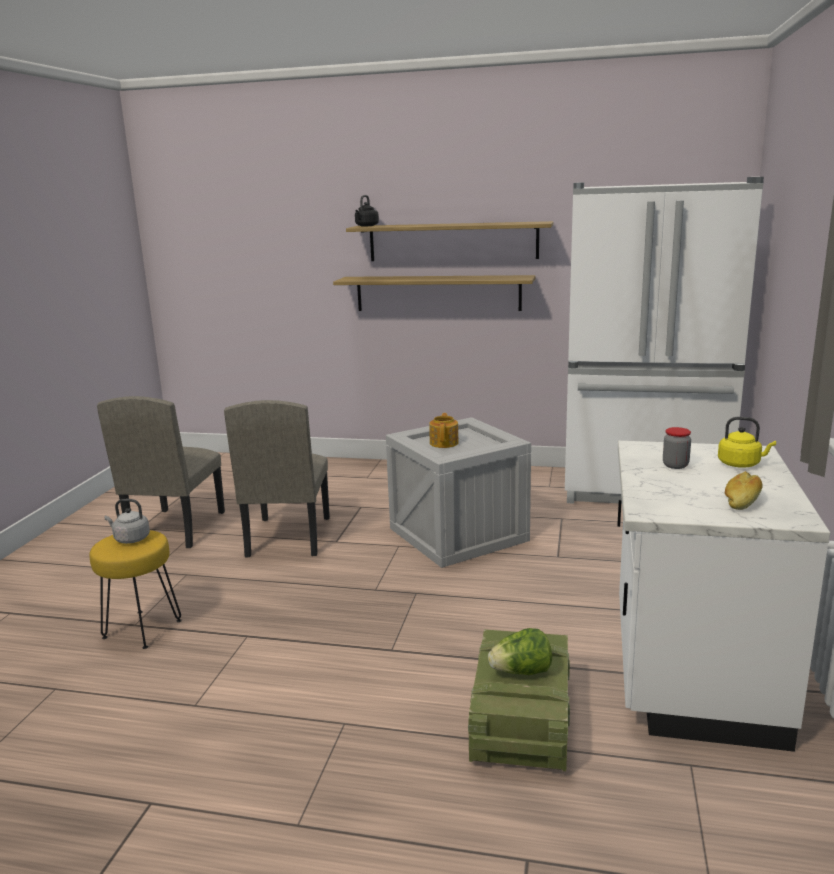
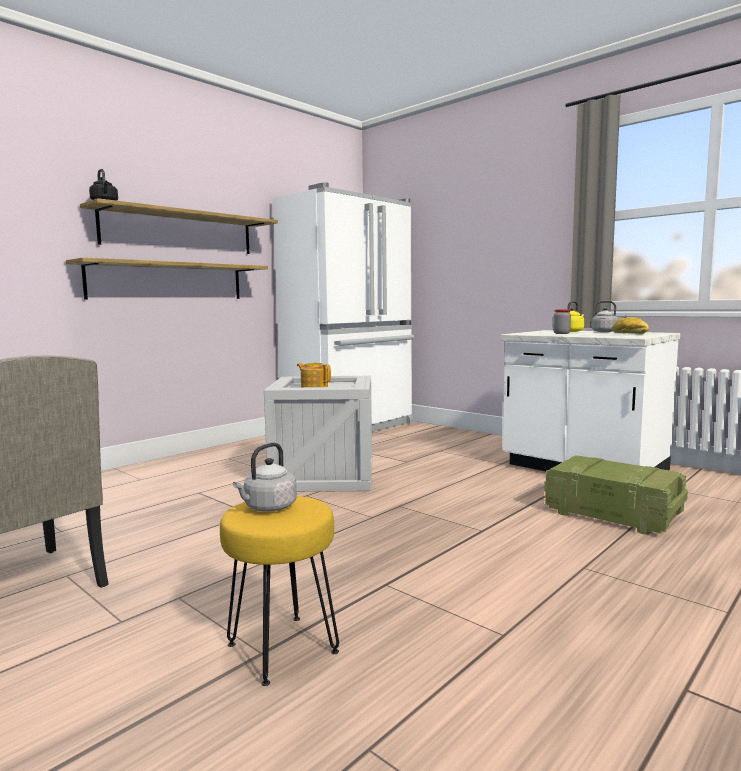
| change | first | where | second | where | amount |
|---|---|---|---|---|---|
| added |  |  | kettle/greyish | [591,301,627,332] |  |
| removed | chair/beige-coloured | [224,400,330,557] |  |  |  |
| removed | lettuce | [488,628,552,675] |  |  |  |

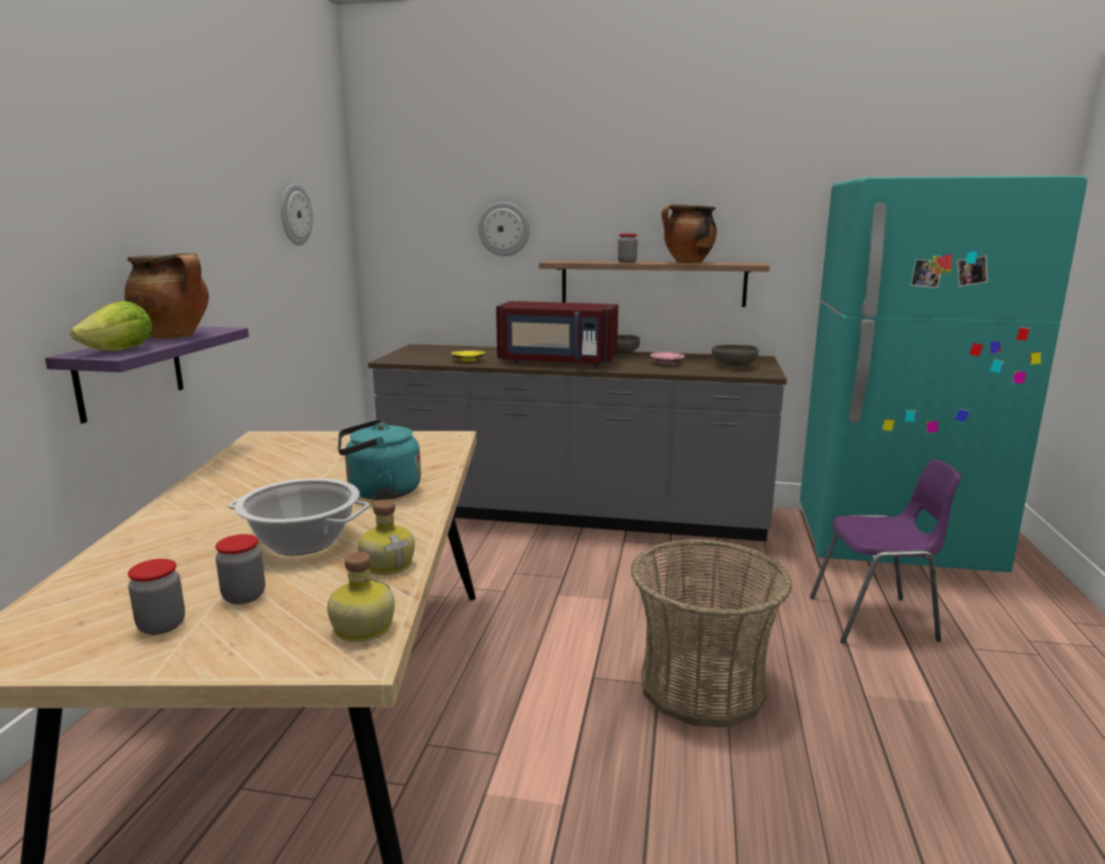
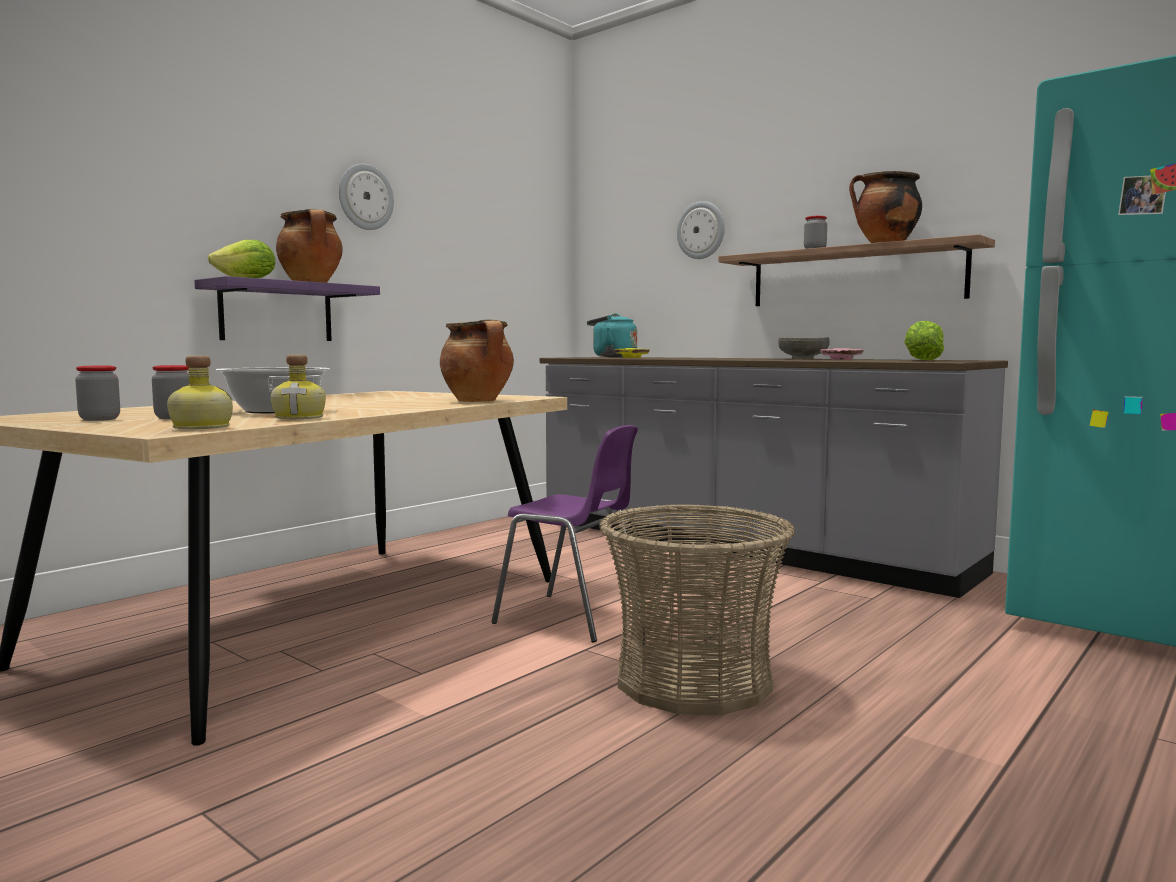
| change | first | where | second | where | amount |
|---|---|---|---|---|---|
| moved | wall clock | [281,184,313,246] |  | [339,164,394,230] |  |
| added |  |  | stockpot | [440,319,514,402] |  |
| moved | chair/purple-coloured | [810,459,962,644] |  | [491,425,641,642] |  |
| moved | kettle/blue-green | [338,419,421,500] |  | [587,313,637,357] |  |
| replaced | bowl/greyish | [712,344,759,368] | lettuce | [904,321,944,361] |  |
| removed | kitchen microwave/reddish | [496,301,618,367] |  |  |  |

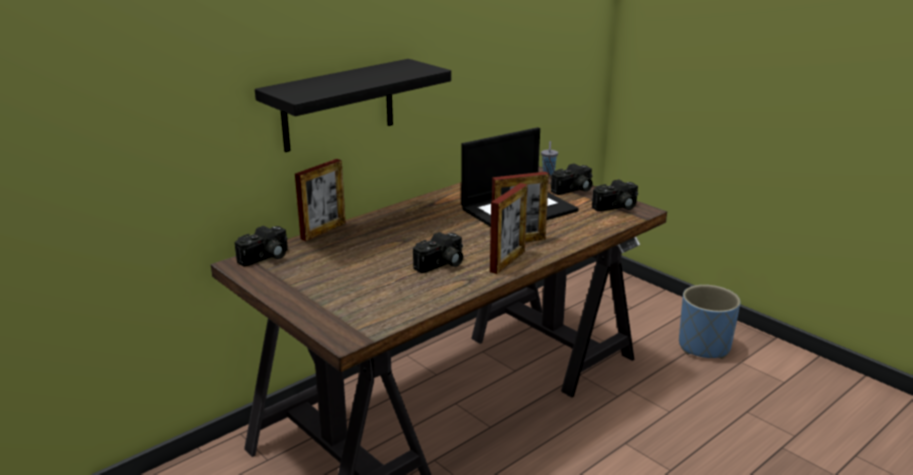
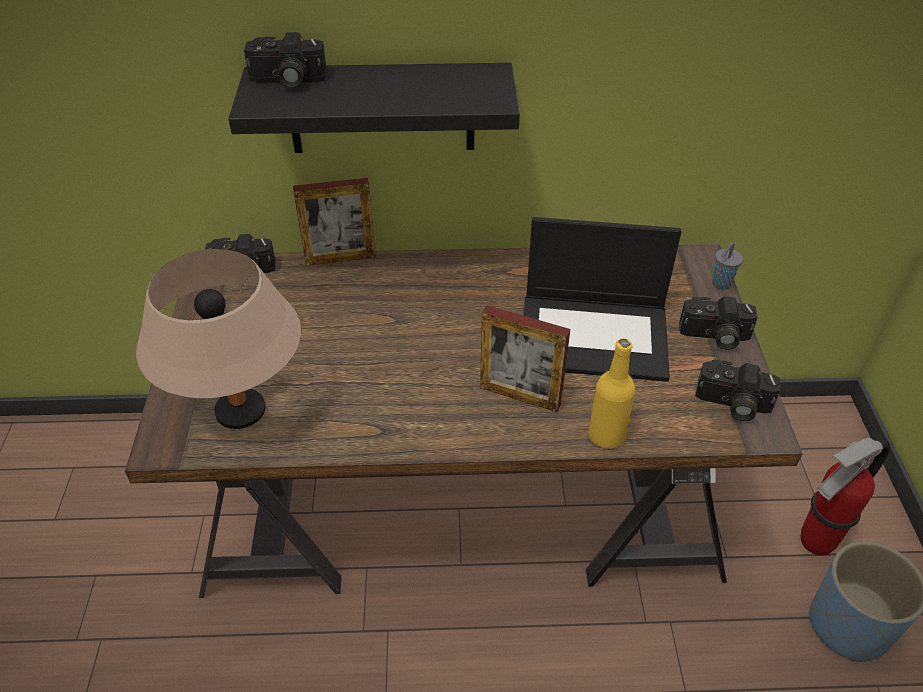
| change | first | where | second | where | amount |
|---|---|---|---|---|---|
| added |  |  | tabletop lamp/beige-coloured | [136,249,301,429] |  |
| moved | still camera | [413,232,463,273] |  | [244,32,327,88] |  |
| added |  |  | bottle/yellow | [589,338,635,449] |  |
| added |  |  | extinguisher | [801,437,890,556] |  |
| removed | photo frame | [490,183,528,274] |  |  |  |

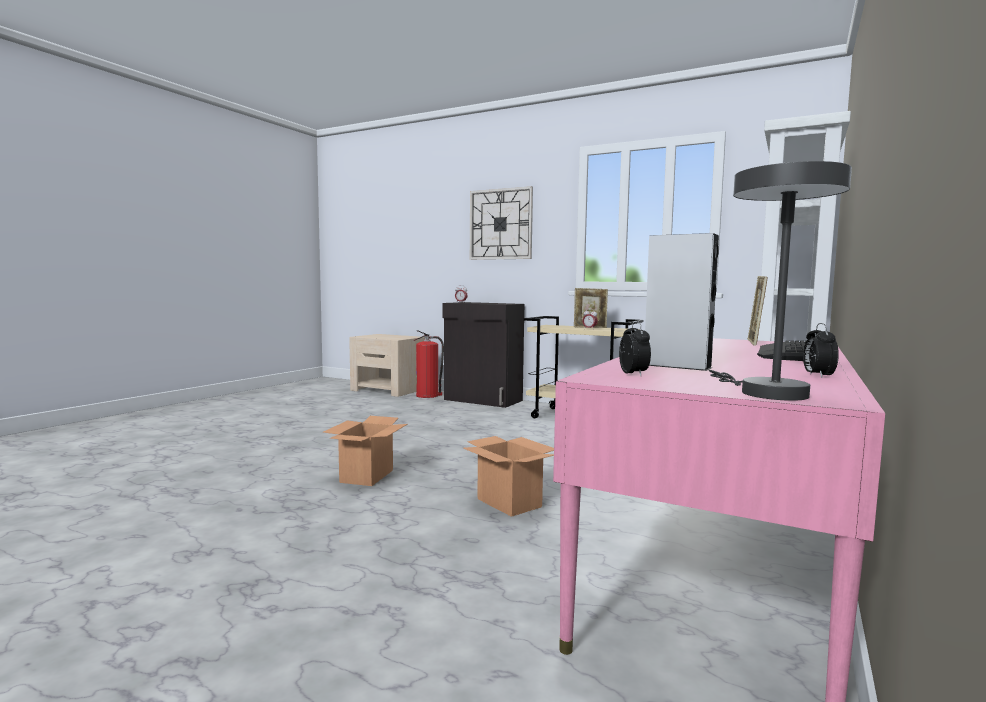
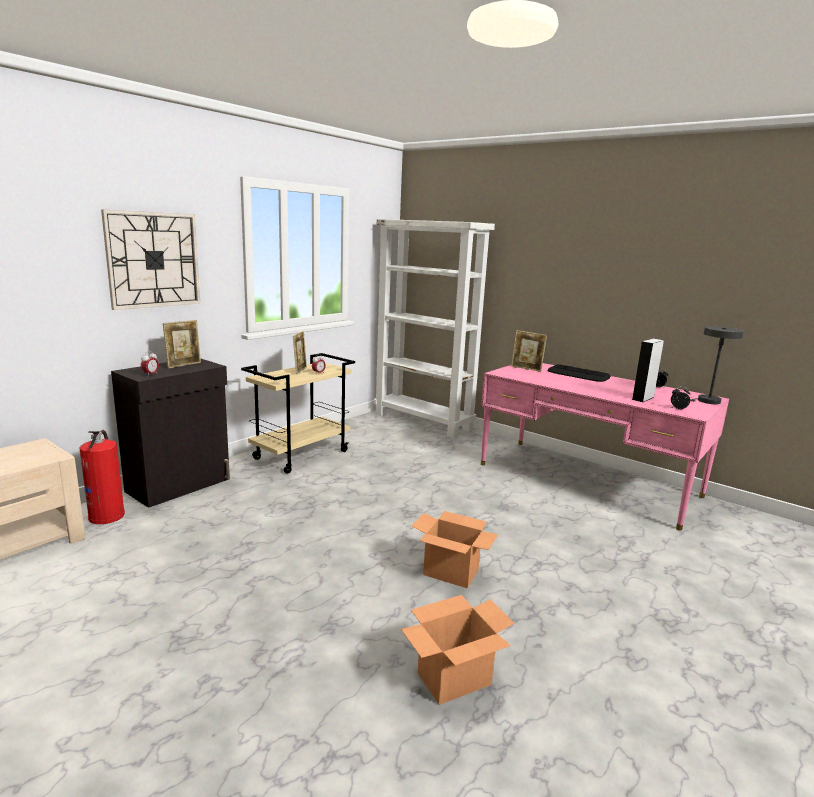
| change | first | where | second | where | amount |
|---|---|---|---|---|---|
| added |  |  | photo frame | [163,320,201,369] |  |
| moved | cardboard box | [463,436,554,517] |  | [401,595,515,705] |  |

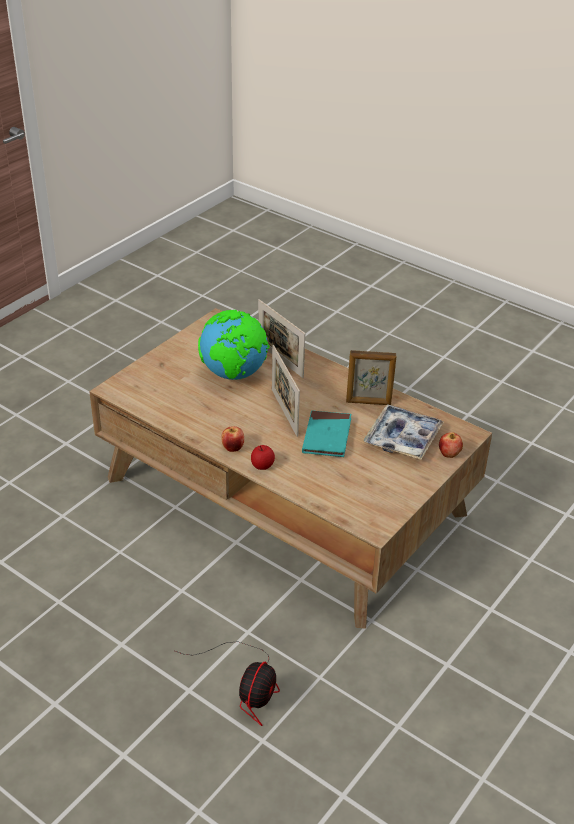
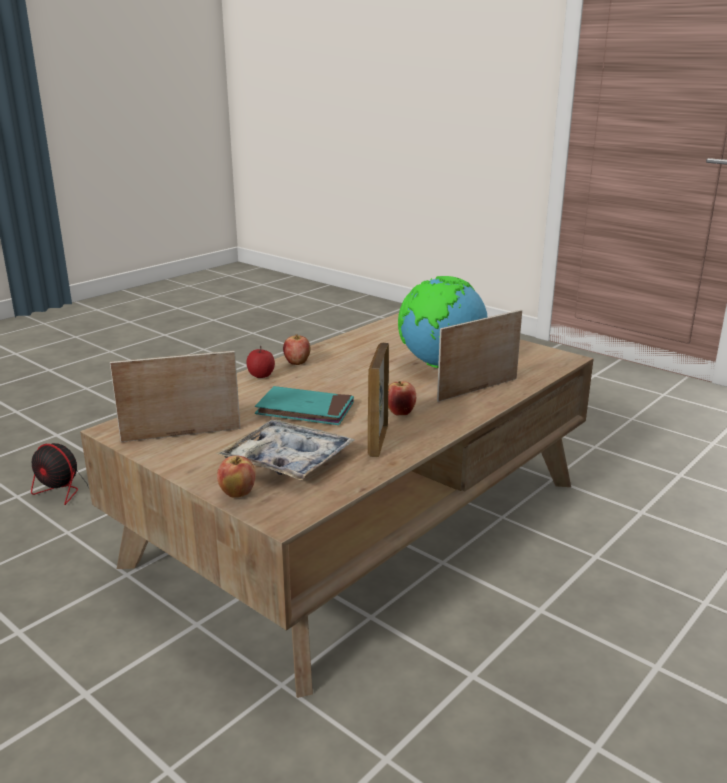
| change | first | where | second | where | amount |
|---|---|---|---|---|---|
| moved | photo frame | [272,345,300,437] |  | [110,351,240,442] |  |
| added |  |  | whole apple | [388,381,416,416] |  |

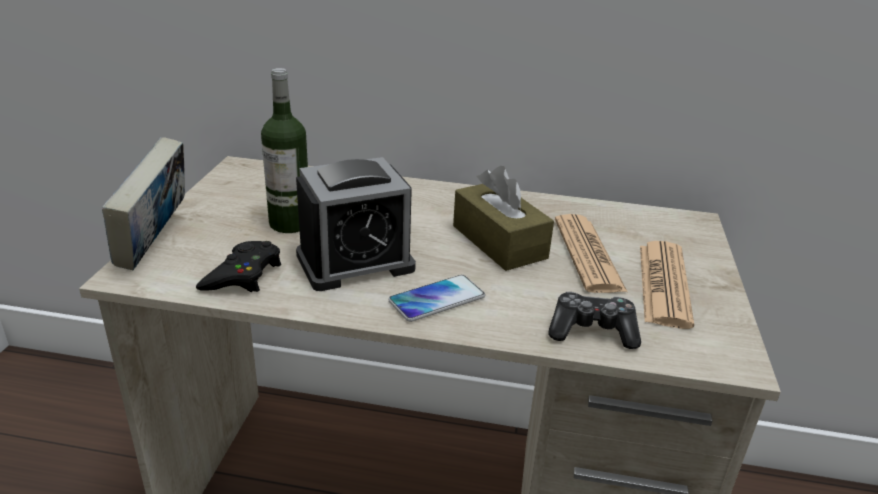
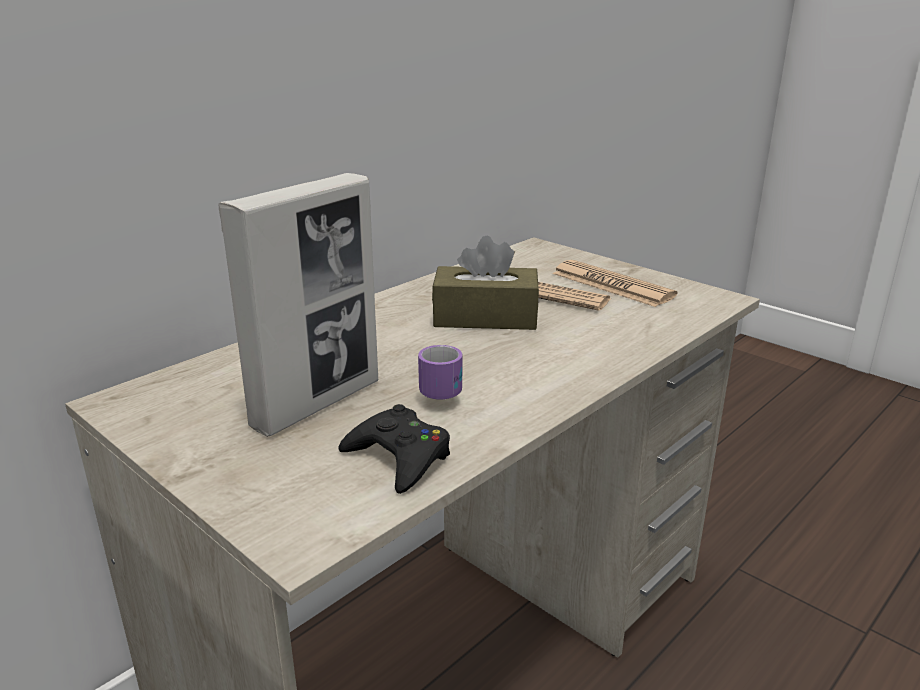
| change | first | where | second | where | amount |
|---|---|---|---|---|---|
| replaced | bottle | [261,68,308,233] | photo frame | [219,173,378,437] |  |
| replaced | bedside clock | [296,157,416,291] | coffee mug | [418,345,462,399] |  |
| removed | volume | [102,137,185,270] |  |  |  |
| removed | phone | [388,275,485,322] |  |  |  |
| removed | gamepad | [548,292,641,349] |  |  |  |

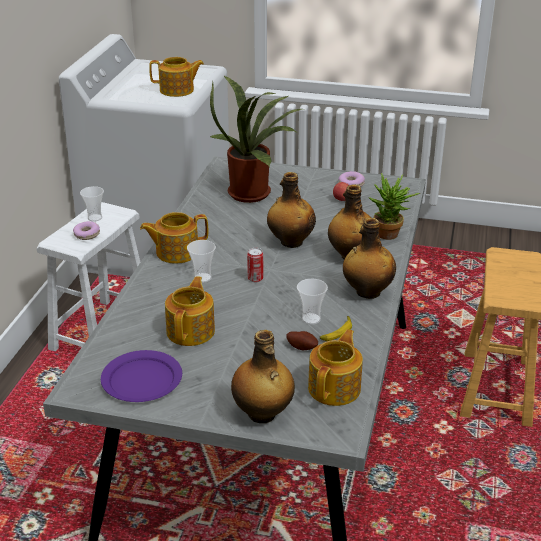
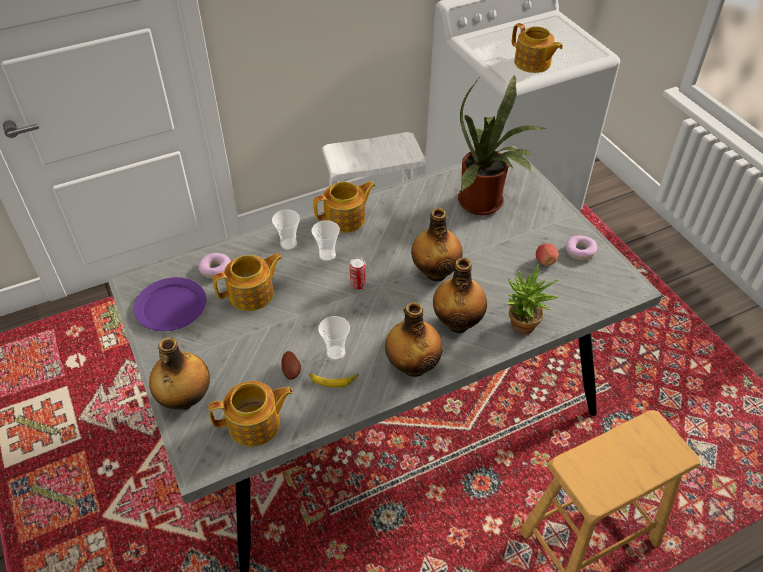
| change | first | where | second | where | amount |
|---|---|---|---|---|---|
| moved | ring doughnut | [73,221,100,240] |  | [198,253,230,279] |  |
| moved | drinking cup | [80,186,104,222] |  | [272,210,300,250] |  |
| turned | pot for tea | [140,212,208,264] |  | [313,181,376,233] | 120 degrees clockwise |

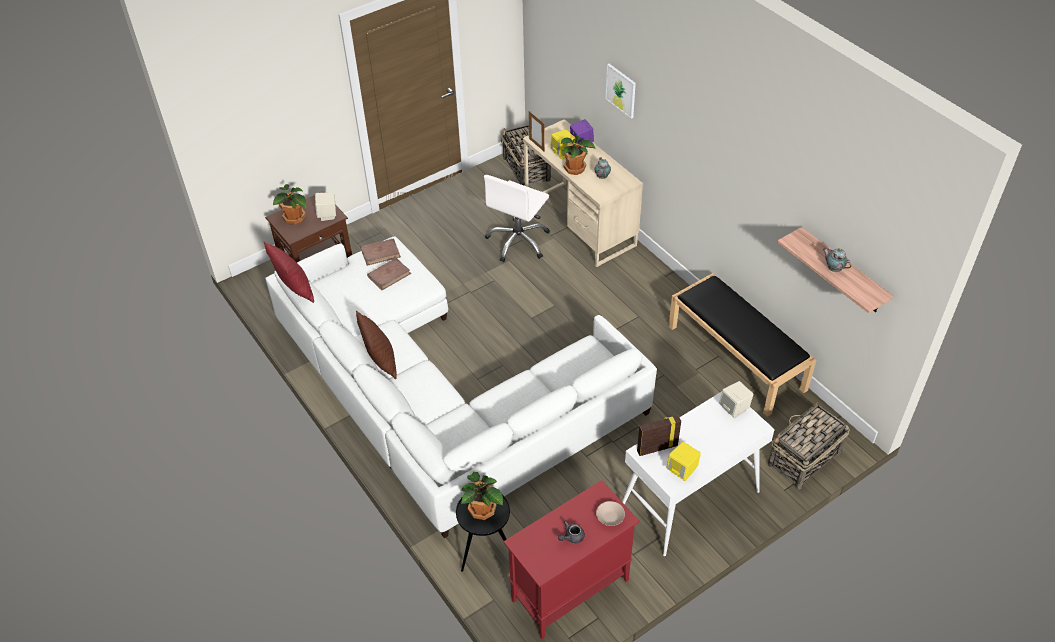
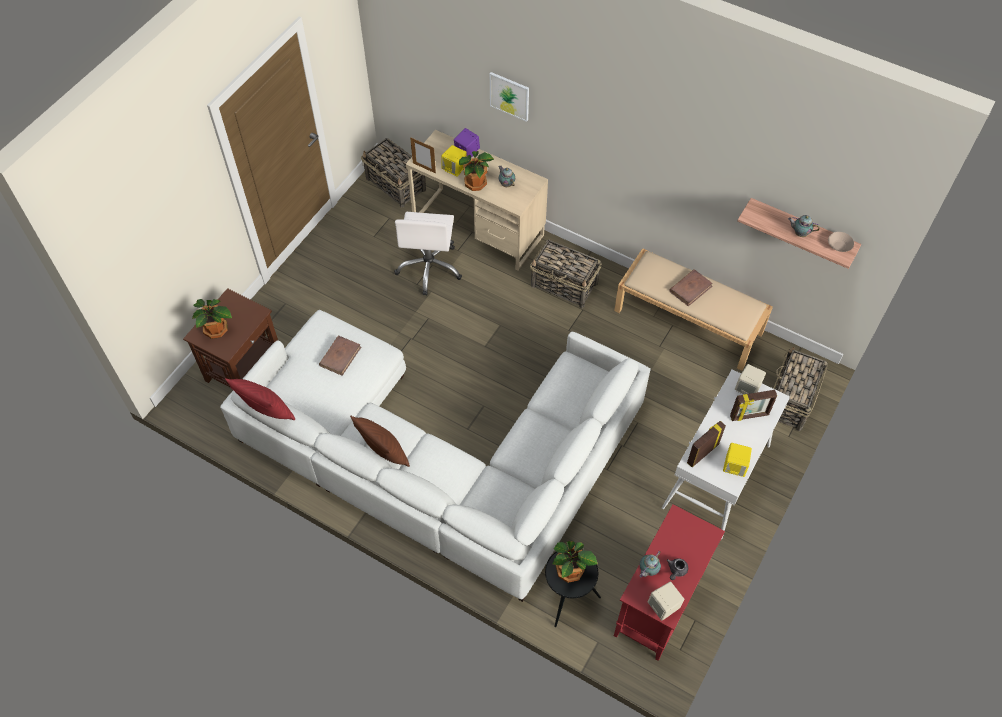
| change | first | where | second | where | amount |
|---|---|---|---|---|---|
| added |  |  | basket | [530,240,601,308] |  |
| recoloured | indoor bench/blackish | [668,273,816,417] | indoor bench/beige-coloured | [614,248,773,371] |  |
| added |  |  | pot for tea | [639,551,661,577] |  |
| moved | audio speaker/beige-coloured | [315,193,336,221] |  | [648,582,684,620] |  |
| moved | volume/brownish | [361,238,401,266] |  | [670,269,713,307] |  |
| added |  |  | photo frame | [730,390,777,421] |  |
| moved | bowl/beige-coloured | [596,501,625,526] |  | [828,232,854,252] |  |

